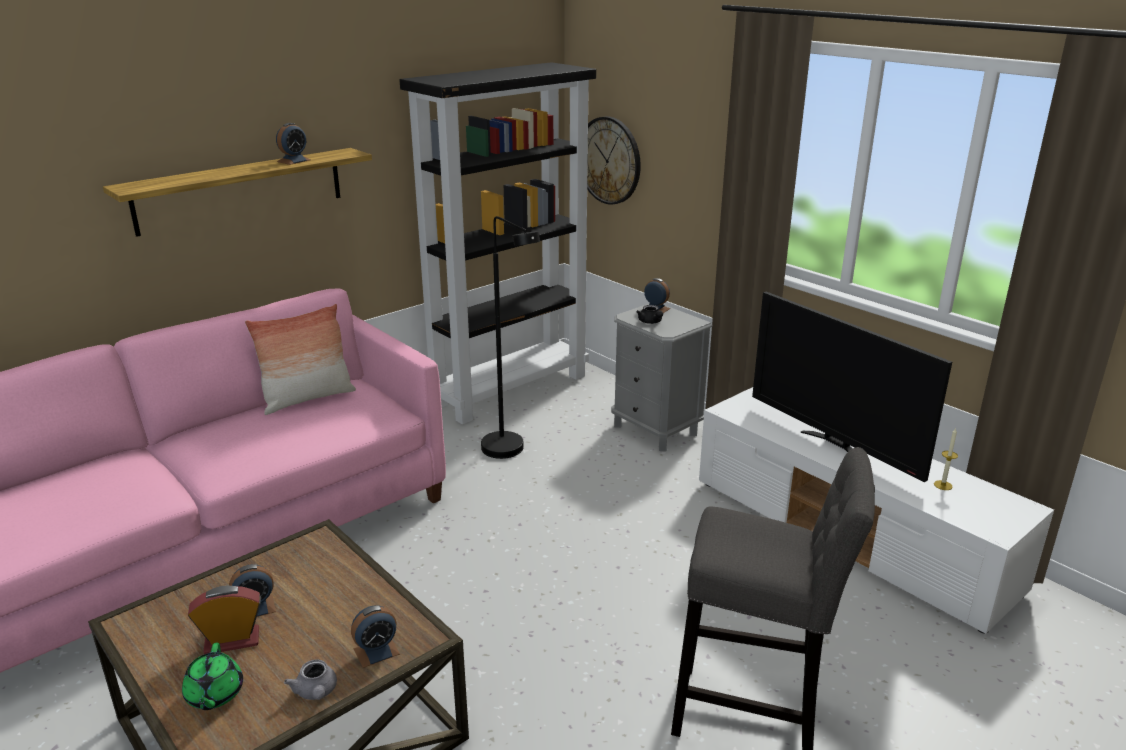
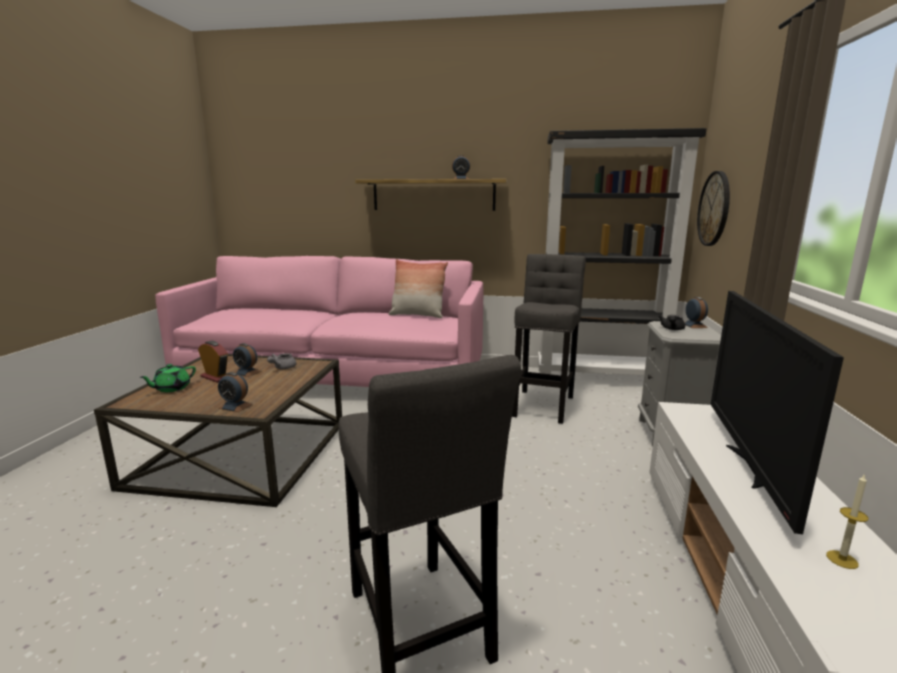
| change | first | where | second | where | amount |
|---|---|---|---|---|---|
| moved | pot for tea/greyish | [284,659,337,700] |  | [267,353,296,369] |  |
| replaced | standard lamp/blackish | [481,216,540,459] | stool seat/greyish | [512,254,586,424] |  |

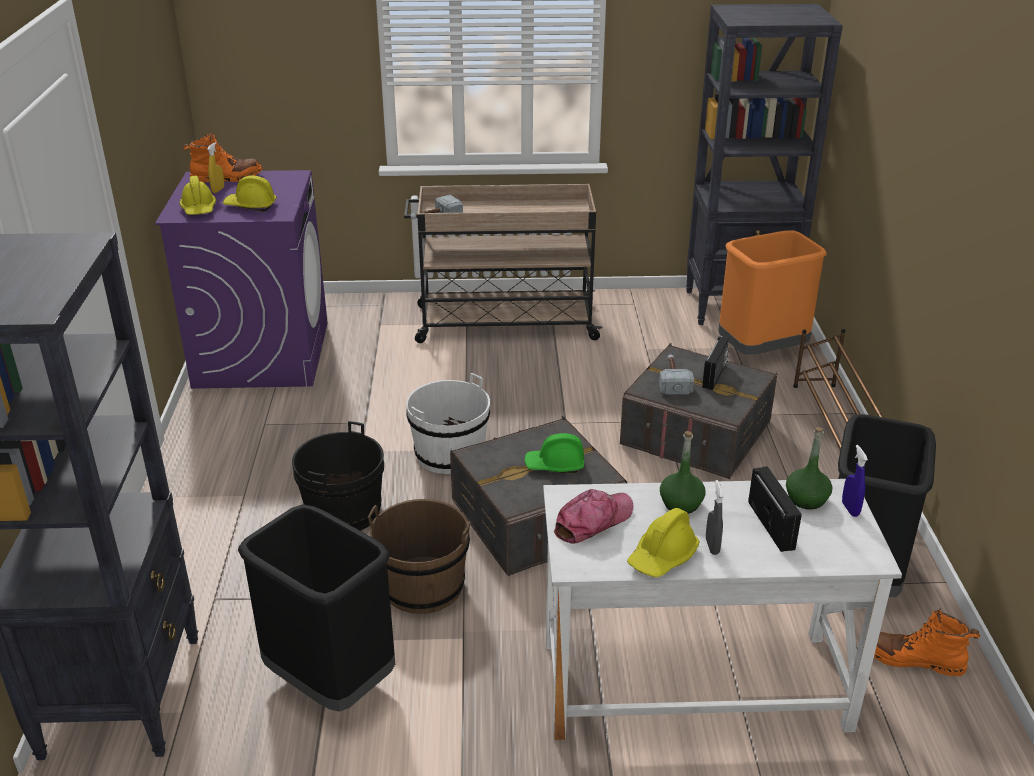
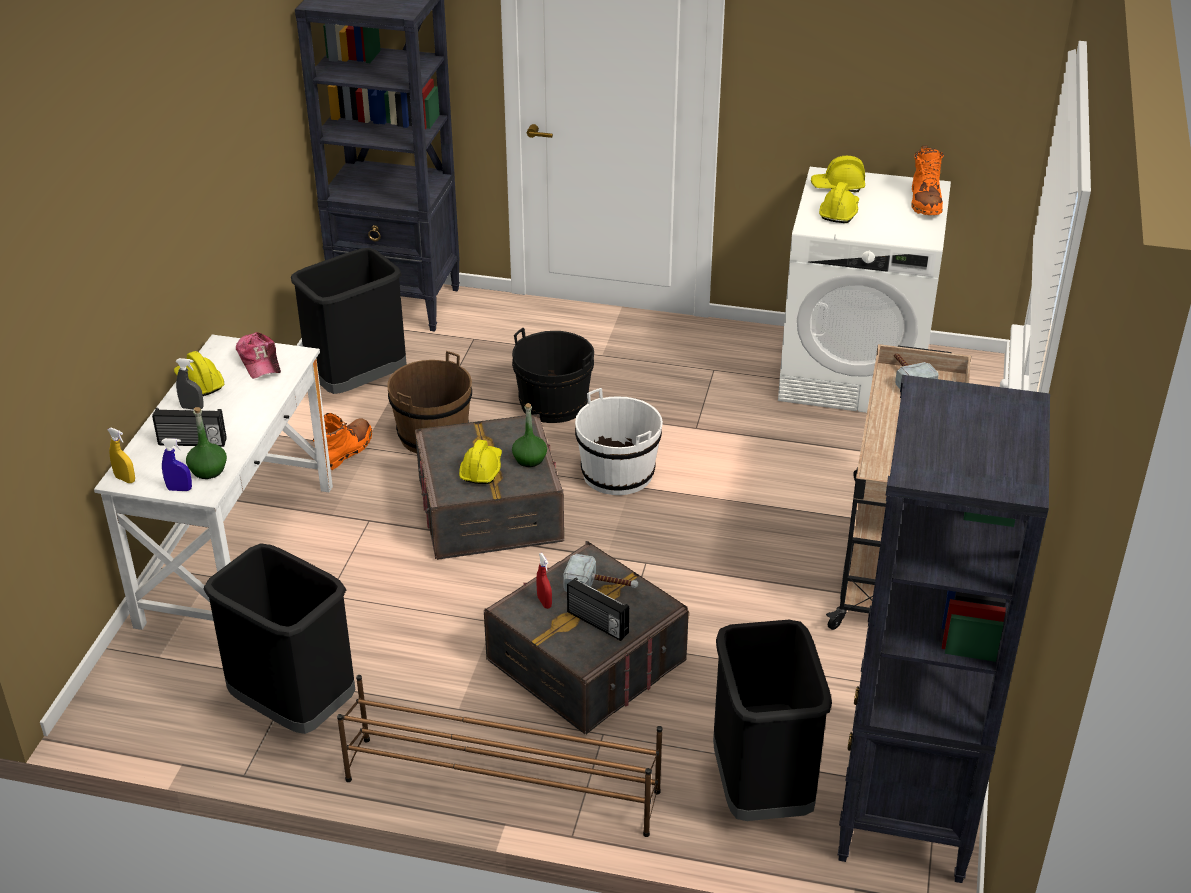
| change | first | where | second | where | amount |
|---|---|---|---|---|---|
| moved | hand sprayer/yellow | [207,143,224,193] |  | [108,427,135,483] |  |
| moved | boot/orange | [874,609,980,677] |  | [313,413,372,471] |  |
| recoloured | safety helmet/green-coloured | [524,433,584,473] | safety helmet/yellow | [459,440,502,484] |  |
| moved | bottle/green-coloured | [660,431,706,514] |  | [512,403,547,467] |  |
| added |  |  | hand sprayer/reddish | [536,553,552,609] |  |
| recoloured | rubbish bin/orange | [718,231,827,355] | rubbish bin/blackish | [713,620,832,821] |  |
| recoloured | washing machine/purple-coloured | [155,170,328,389] | washing machine/white | [778,167,951,413] |  |

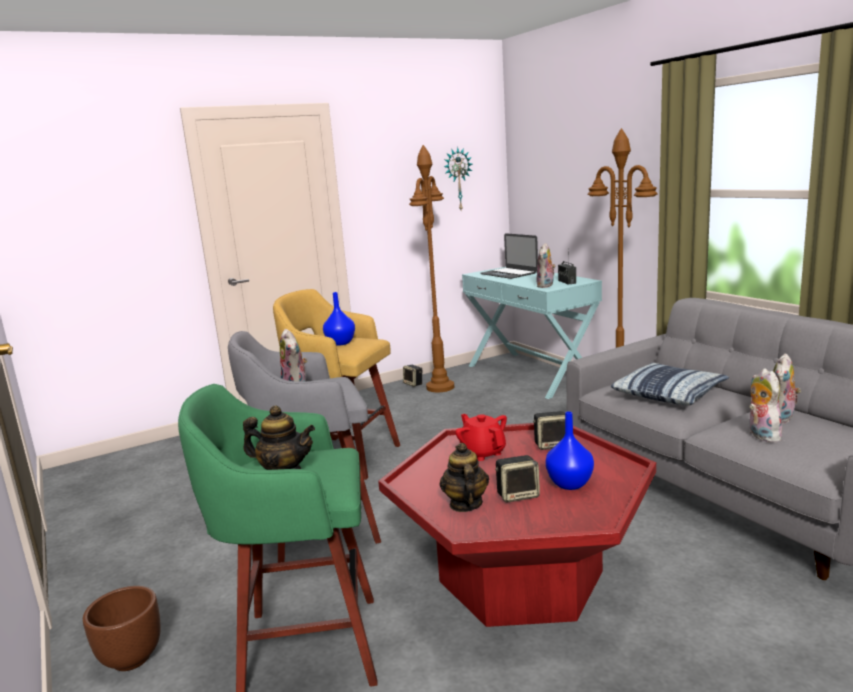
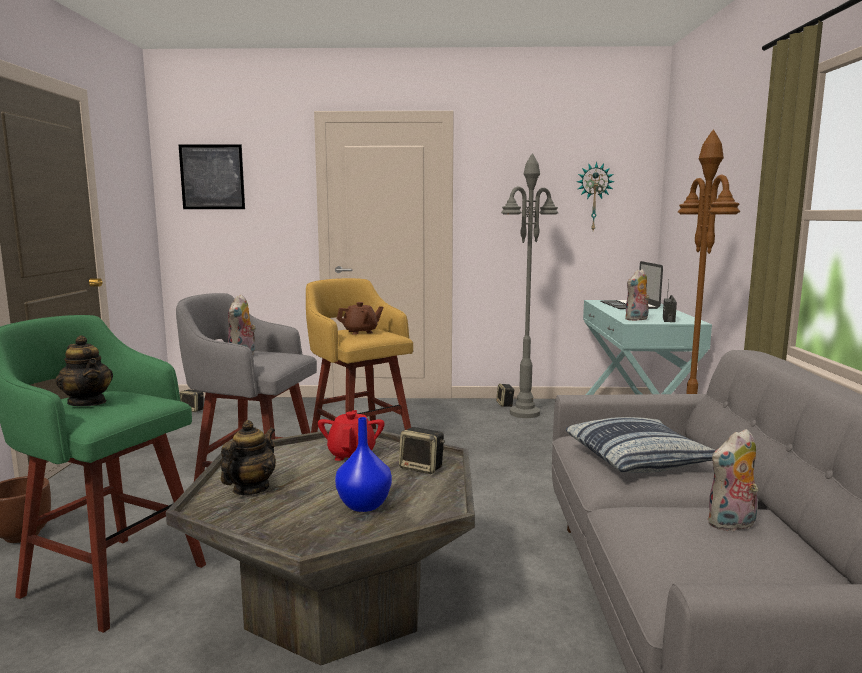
| change | first | where | second | where | amount |
|---|---|---|---|---|---|
| recoloured | low table/reddish | [378,423,656,627] | low table/greyish | [166,429,475,665] |  |
| added |  |  | wall art | [179,144,245,209] |  |
| moved | audio speaker | [495,455,540,502] |  | [180,389,204,412] |  |
| replaced | decorative vase/blue-coloured | [323,292,355,346] | pot for tea/brownish | [337,302,384,335] |  |
| recoloured | standard lamp/brownish | [409,145,454,392] | standard lamp/greyish | [501,153,559,418] |  |
| removed | soft toy | [749,368,782,442] |  |  |  |

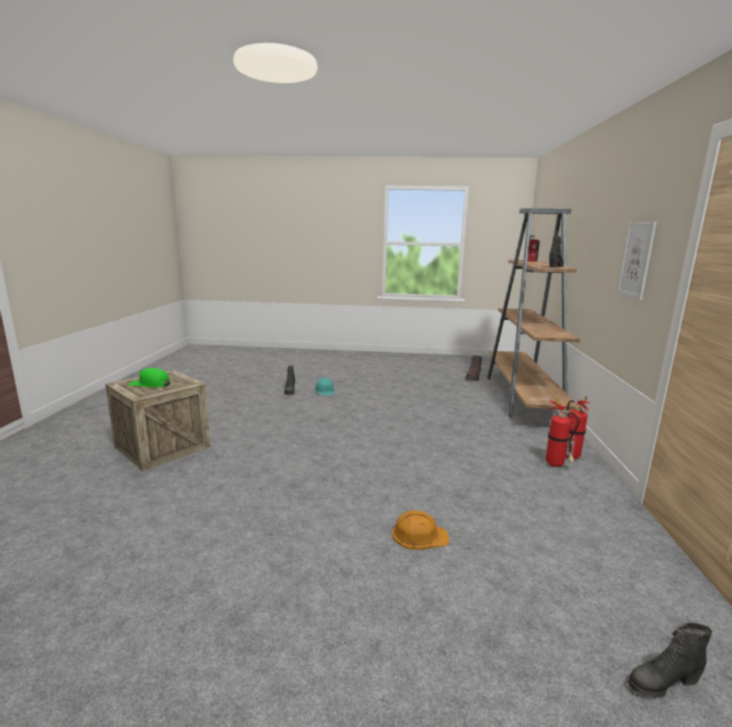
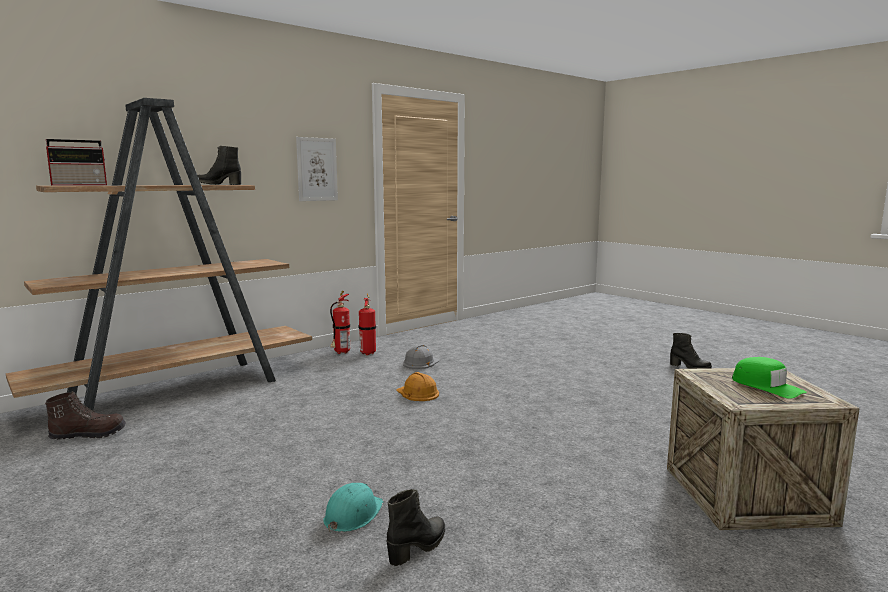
| change | first | where | second | where | amount |
|---|---|---|---|---|---|
| moved | safety helmet/orange | [392,510,449,550] |  | [396,372,439,401] |  |
| added |  |  | safety helmet/greyish | [403,345,440,369] |  |
| moved | boot/blackish | [628,622,713,698] |  | [670,333,712,369] |  |

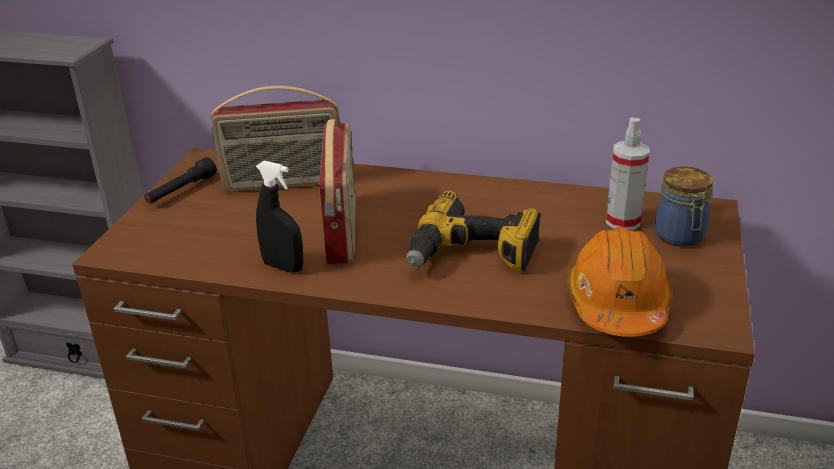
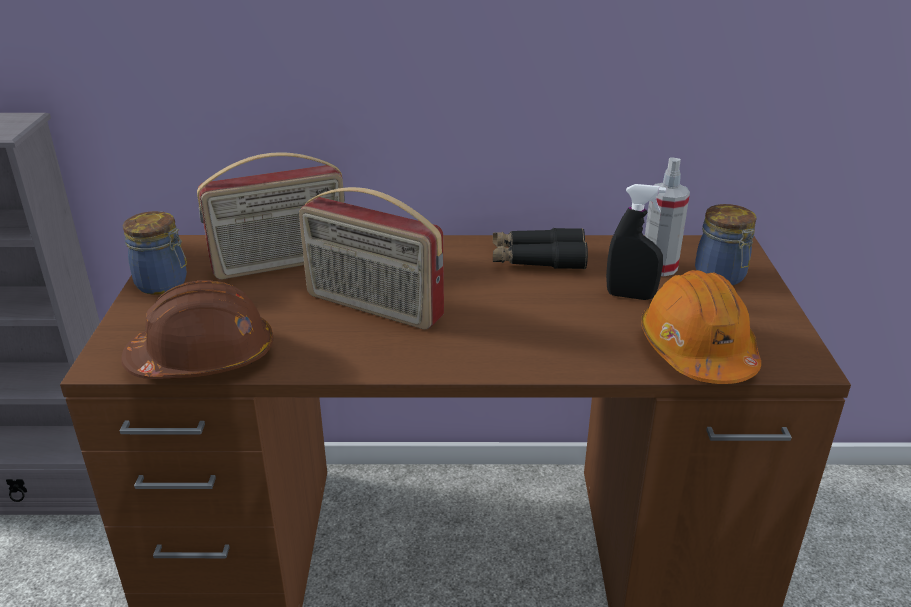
| change | first | where | second | where | amount |
|---|---|---|---|---|---|
| added |  |  | safety helmet/brownish | [121,280,273,379] |  |
| replaced | torch/blackish | [145,157,217,204] | jar | [123,211,187,295] |  |
| turned | radio set | [319,119,356,264] |  | [299,187,444,330] | 135 degrees clockwise |
| added |  |  | field glasses/blackish | [493,228,588,269] |  |
| moved | hand sprayer/blackish | [256,161,303,273] |  | [606,184,666,300] |  |
| removed | power drill | [406,190,541,272] |  |  |  |

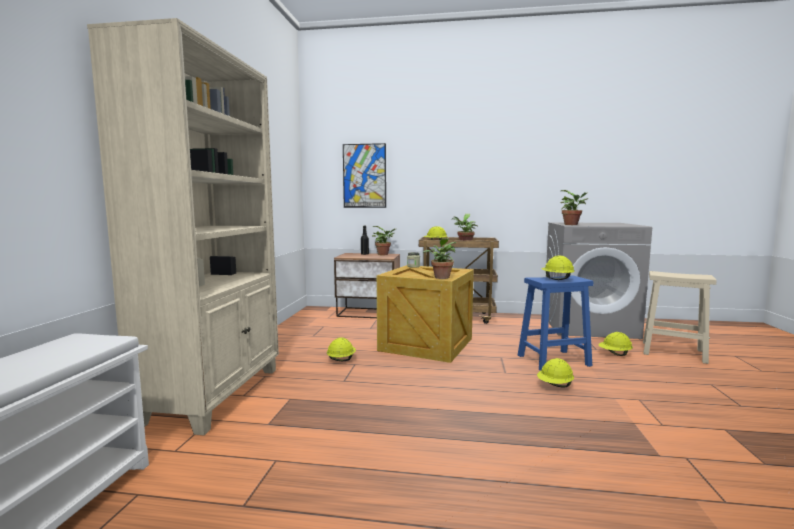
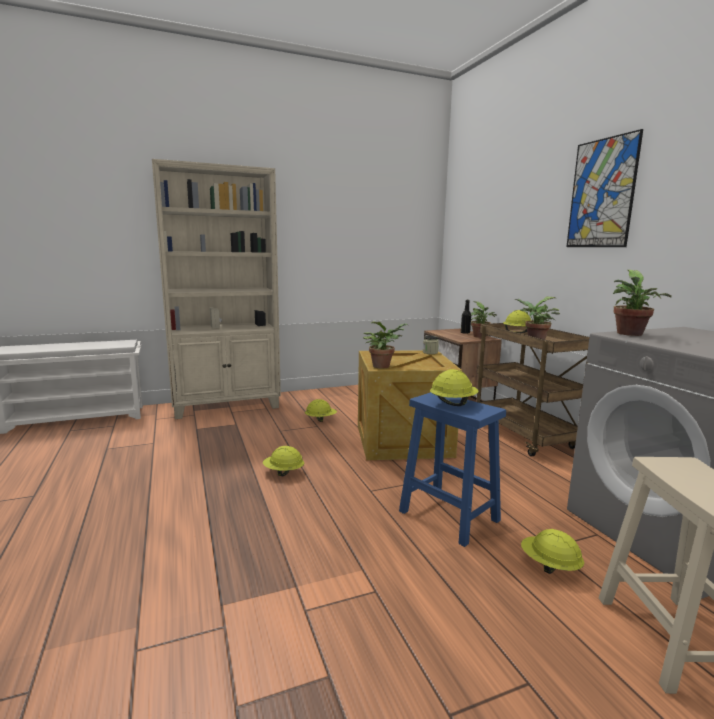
| change | first | where | second | where | amount |
|---|---|---|---|---|---|
| moved | safety helmet/yellow | [537,358,574,387] |  | [263,446,304,476] |  |
| moved | wall art | [343,143,386,208] |  | [566,129,643,247] |  |

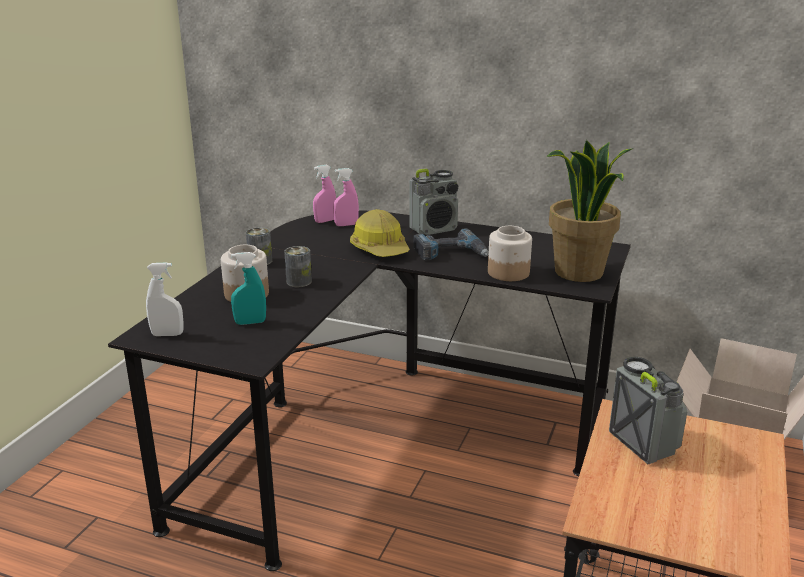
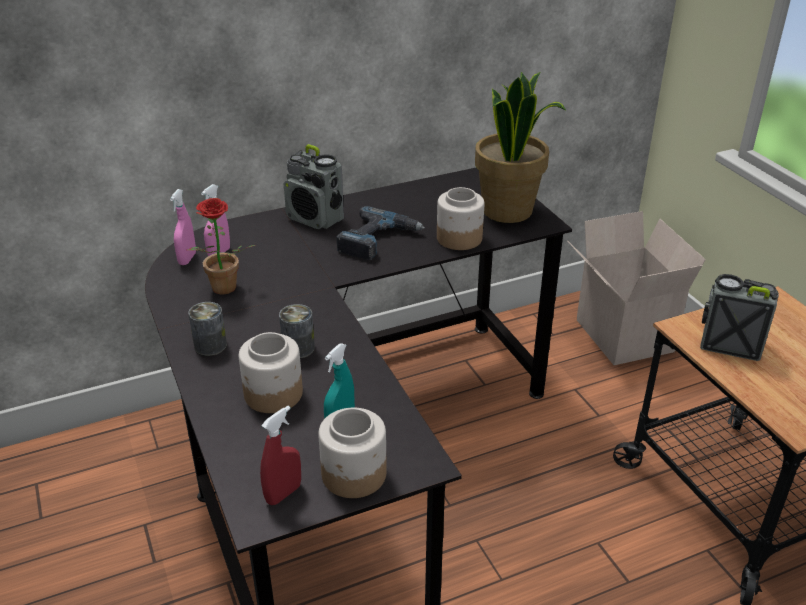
| change | first | where | second | where | amount |
|---|---|---|---|---|---|
| added |  |  | plant in a pot | [187,198,255,295] |  |
| recoloured | hand sprayer/white | [146,262,184,336] | hand sprayer/reddish | [260,406,301,505] |  |
| turned | radio set | [409,169,459,235] |  | [284,144,344,229] | 105 degrees clockwise |
| added |  |  | jar | [318,408,387,498] |  |
| removed | safety helmet | [350,209,410,257] |  |  |  |

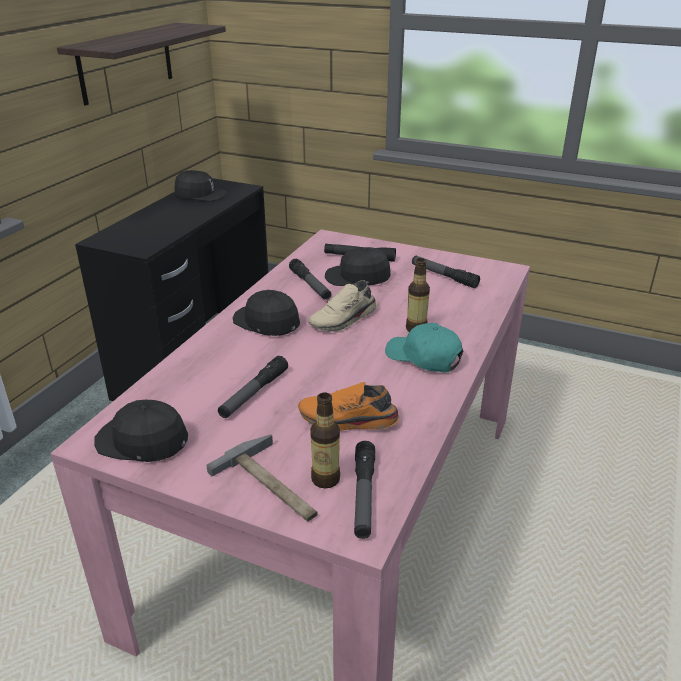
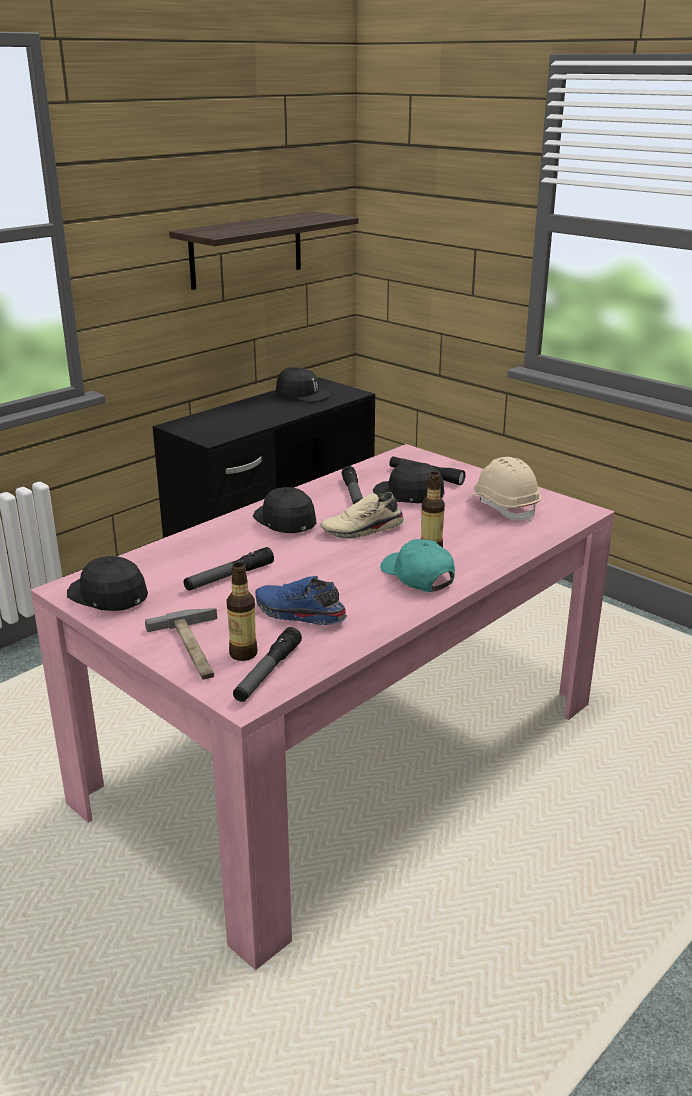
| change | first | where | second | where | amount |
|---|---|---|---|---|---|
| recoloured | item of footwear/orange | [298,382,399,431] | item of footwear/blue-coloured | [255,576,347,625] |  |
| replaced | torch | [412,256,480,288] | safety helmet/beige-coloured | [470,457,541,522] |  |

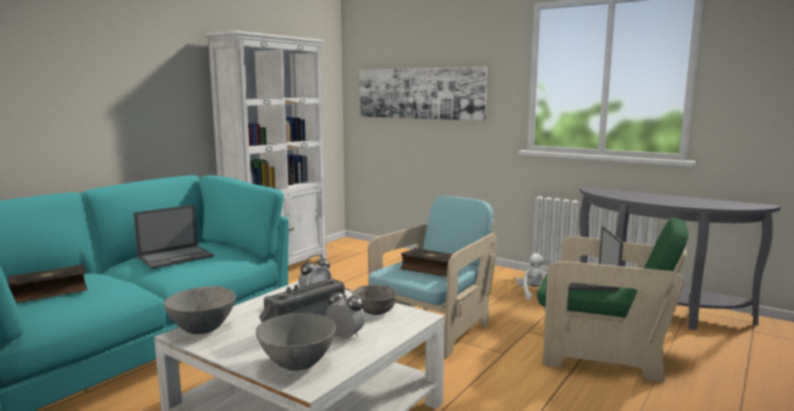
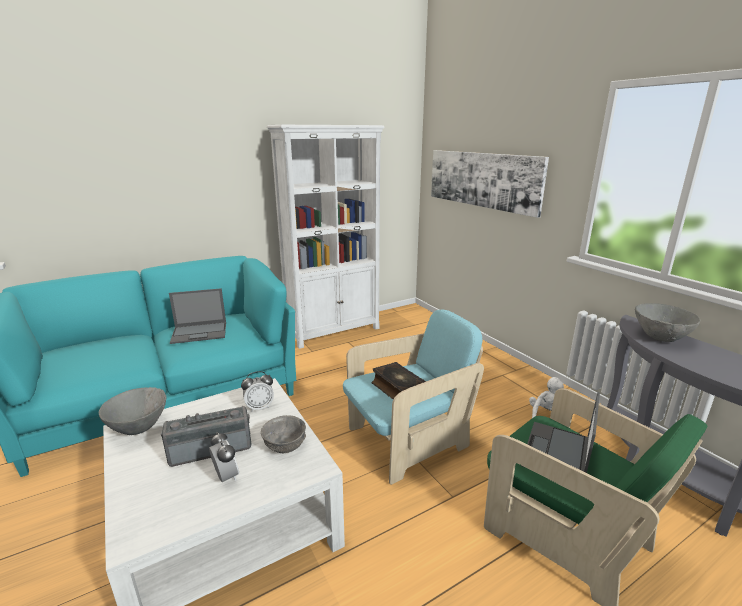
| change | first | where | second | where | amount |
|---|---|---|---|---|---|
| moved | bowl/greyish | [256,313,336,371] |  | [635,303,700,342] |  |
| removed | volume | [7,264,87,303] |  |  |  |

